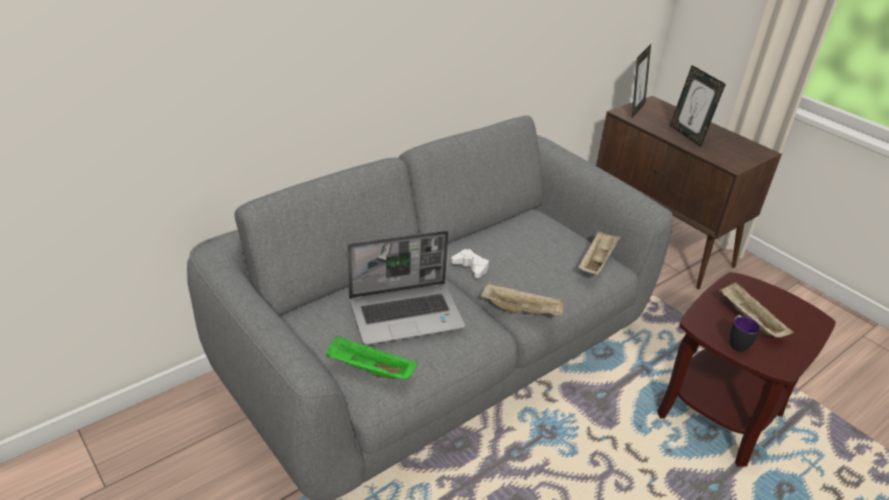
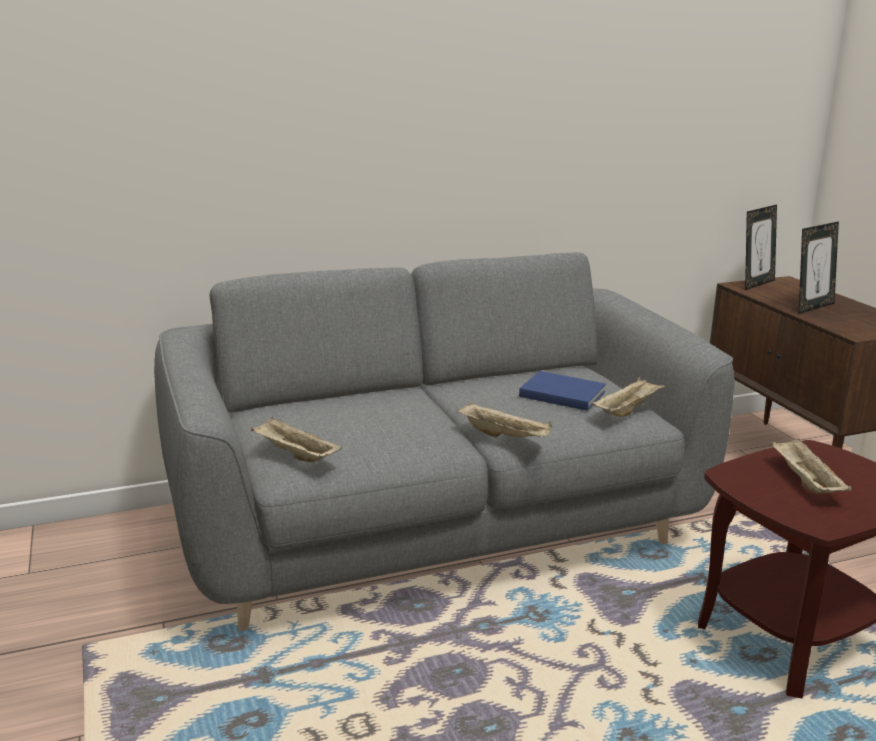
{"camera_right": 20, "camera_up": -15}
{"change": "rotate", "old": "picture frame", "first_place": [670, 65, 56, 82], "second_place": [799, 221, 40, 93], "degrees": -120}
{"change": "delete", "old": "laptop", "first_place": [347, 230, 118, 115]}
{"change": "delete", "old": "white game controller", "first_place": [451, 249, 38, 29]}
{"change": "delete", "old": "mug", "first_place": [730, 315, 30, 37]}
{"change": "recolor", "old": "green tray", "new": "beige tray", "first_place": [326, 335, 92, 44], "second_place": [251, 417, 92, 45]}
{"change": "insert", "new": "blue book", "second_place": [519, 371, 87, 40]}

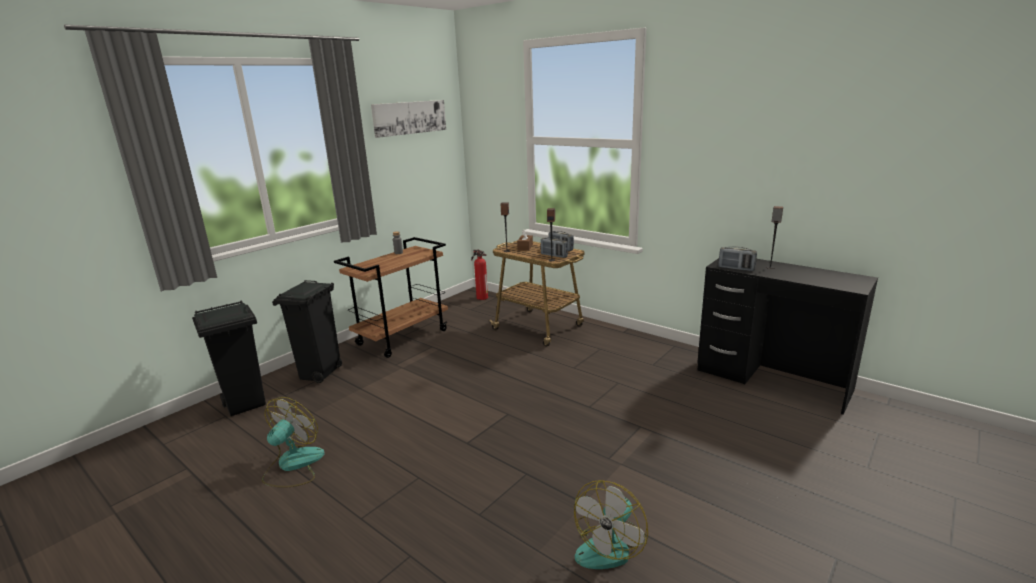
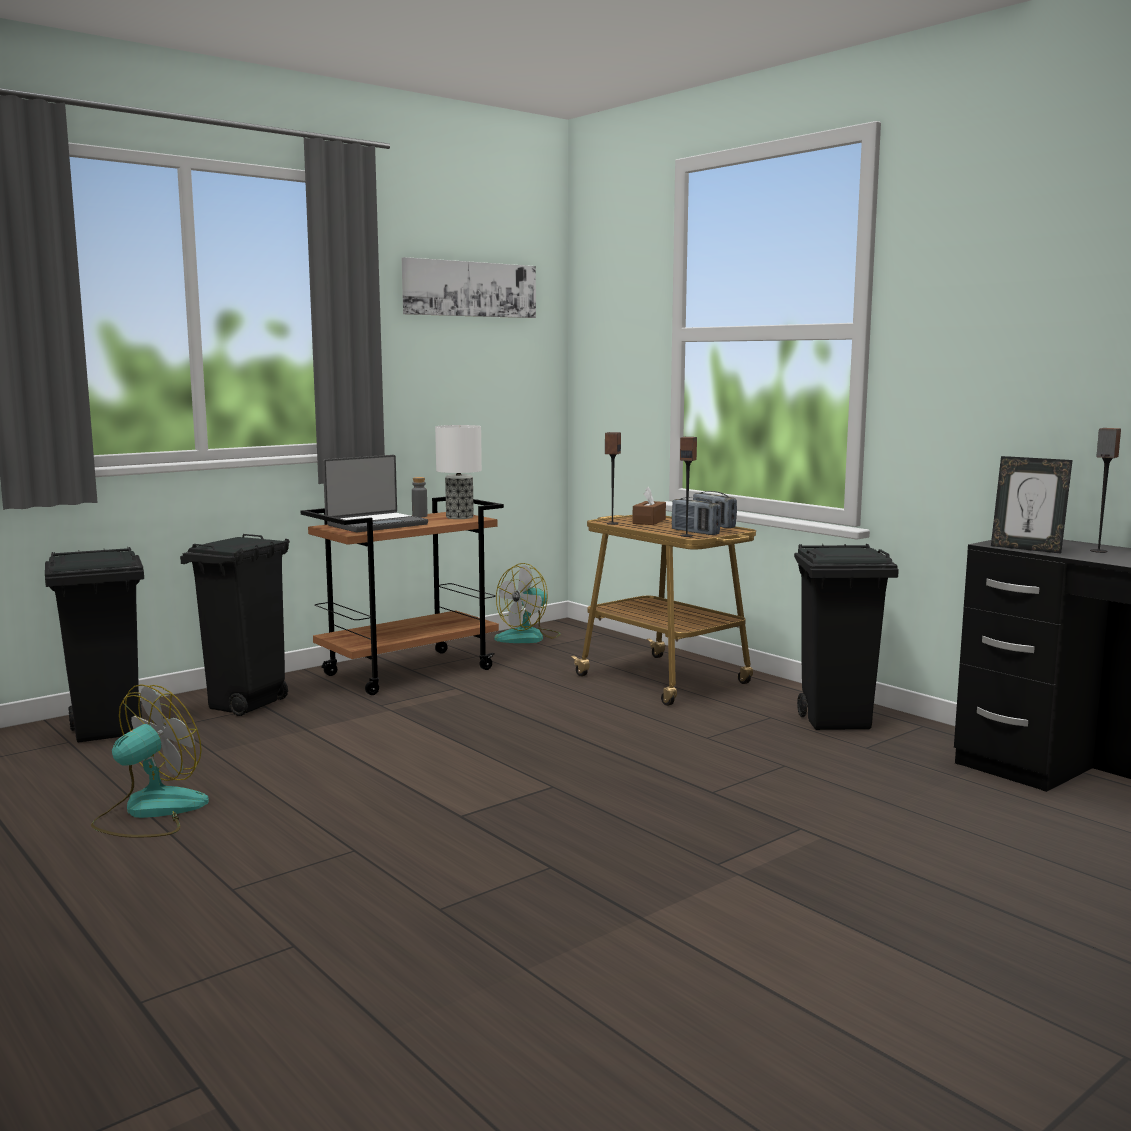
{"camera_right": 10, "camera_up": -10}
{"change": "replace", "old": "radio", "new": "picture frame", "first_place": [718, 247, 39, 24], "second_place": [991, 456, 82, 98]}
{"change": "delete", "old": "fire extinguisher", "first_place": [471, 249, 17, 51]}
{"change": "move", "old": "fan", "first_place": [574, 480, 74, 89], "second_place": [494, 563, 66, 80]}
{"change": "insert", "new": "table lamp", "second_place": [435, 425, 47, 94]}
{"change": "insert", "new": "laptop", "second_place": [323, 455, 105, 77]}
{"change": "insert", "new": "black trash can", "second_place": [794, 544, 105, 186]}

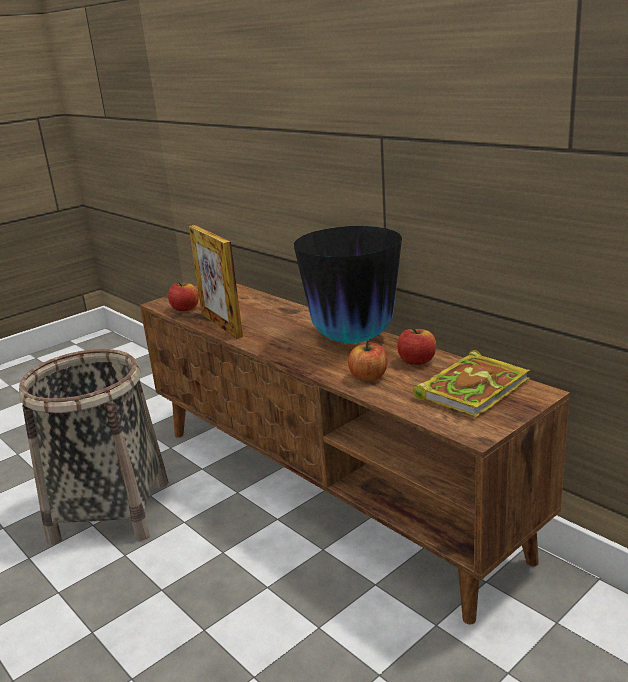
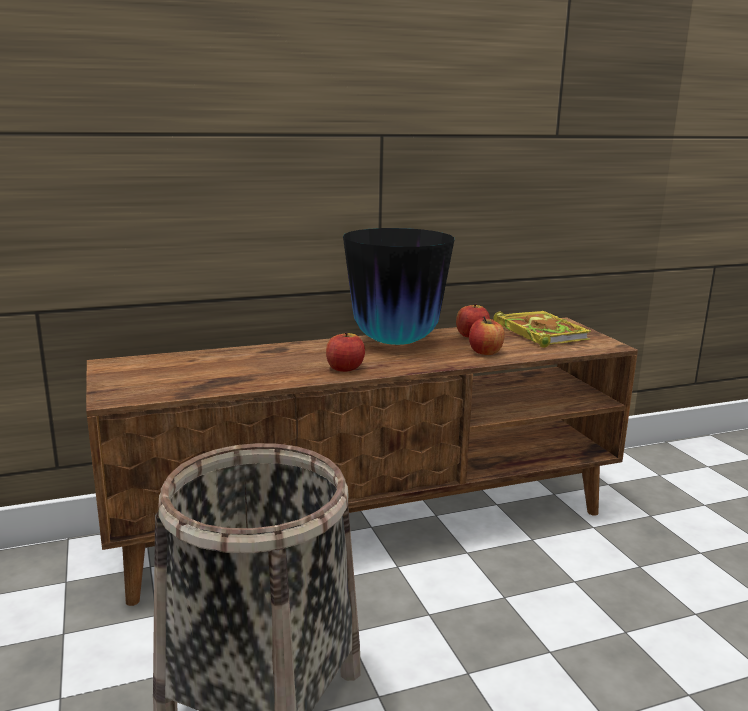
{"camera_right": -70, "camera_up": -5}
{"change": "delete", "old": "picture frame", "first_place": [188, 225, 55, 114]}
{"change": "move", "old": "apple", "first_place": [168, 282, 31, 29], "second_place": [326, 332, 39, 40]}

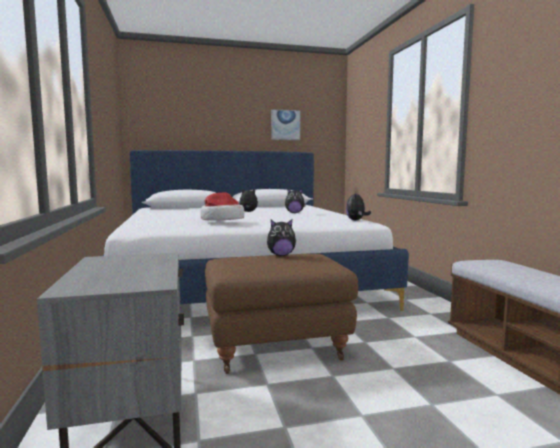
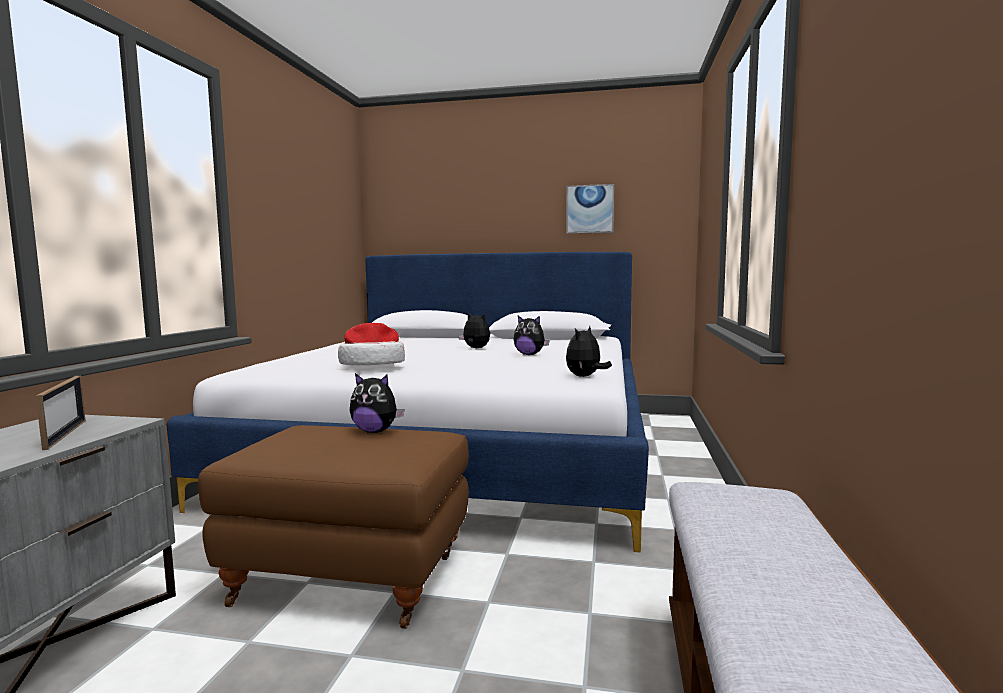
{"camera_right": 25, "camera_up": 0}
{"change": "insert", "new": "picture frame", "second_place": [36, 376, 50, 74]}

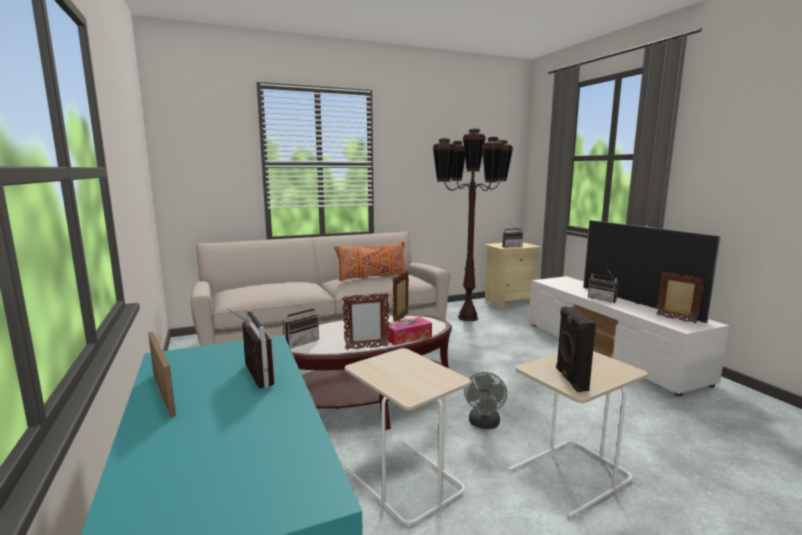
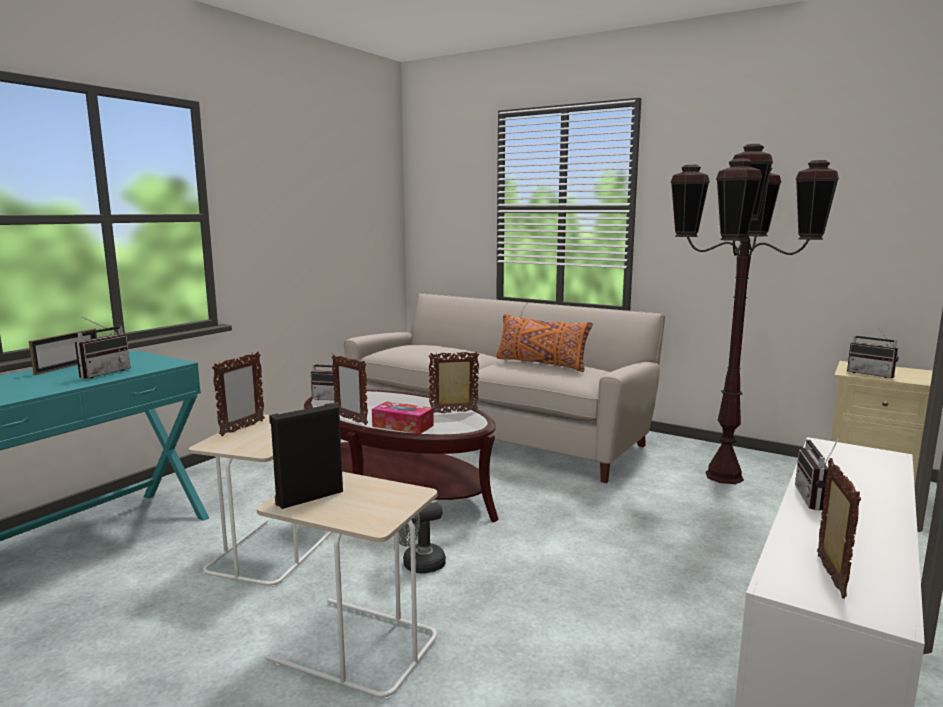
{"camera_right": 55, "camera_up": 0}
{"change": "delete", "old": "television", "first_place": [583, 220, 138, 103]}
{"change": "insert", "new": "picture frame", "second_place": [212, 352, 53, 84]}

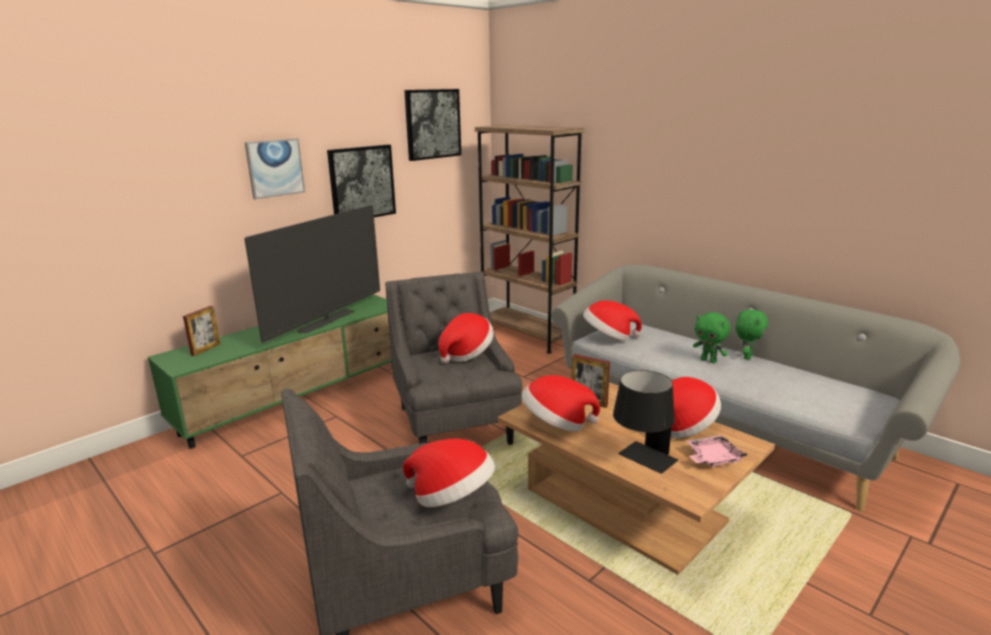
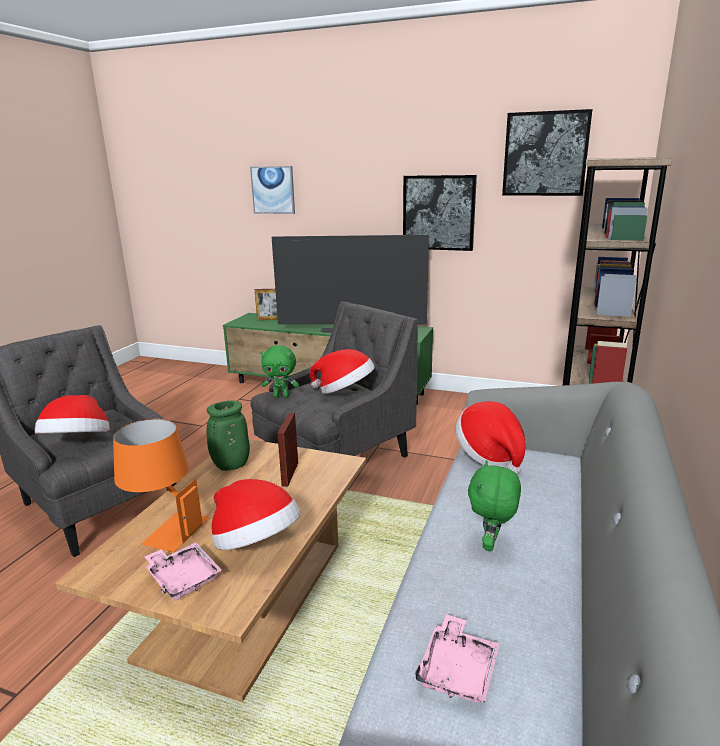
{"camera_right": 65, "camera_up": 0}
{"change": "move", "old": "picture", "first_place": [245, 138, 60, 61], "second_place": [250, 166, 45, 48]}
{"change": "move", "old": "green plush toy", "first_place": [735, 309, 33, 51], "second_place": [261, 345, 38, 53]}
{"change": "recolor", "old": "black table lamp", "new": "orange table lamp", "first_place": [613, 370, 65, 104], "second_place": [113, 419, 97, 133]}
{"change": "replace", "old": "hat", "new": "green vase", "first_place": [522, 375, 78, 56], "second_place": [207, 400, 43, 71]}
{"change": "insert", "new": "pink tray", "second_place": [415, 614, 85, 89]}

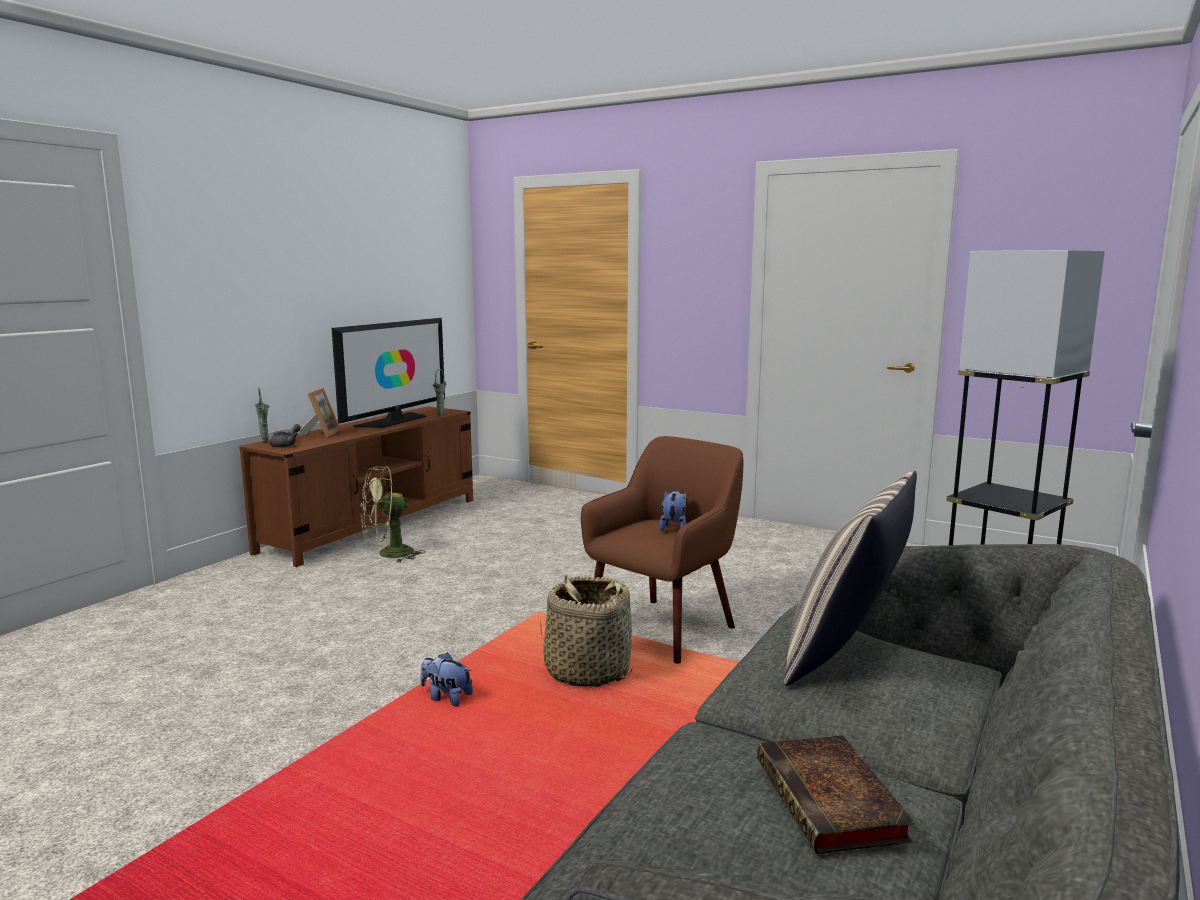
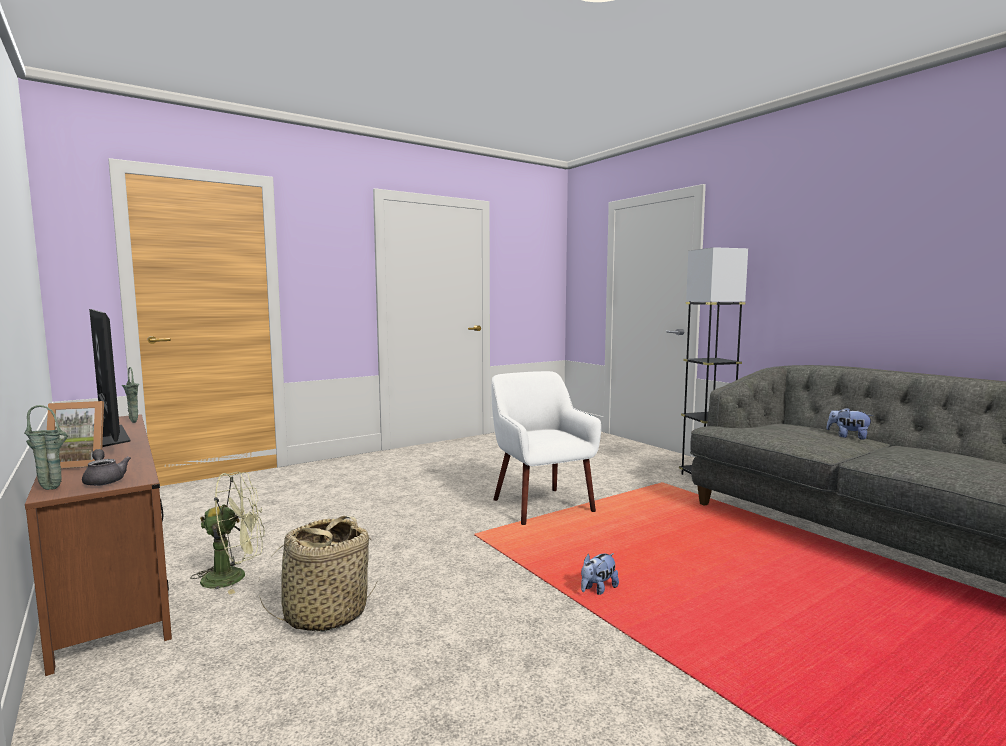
{"camera_right": -65, "camera_up": -5}
{"change": "rotate", "old": "picture frame", "first_place": [299, 388, 42, 49], "second_place": [47, 401, 57, 68], "degrees": 135}
{"change": "recolor", "old": "brown armchair", "new": "white armchair", "first_place": [581, 436, 162, 228], "second_place": [492, 371, 109, 154]}
{"change": "rotate", "old": "green fan", "first_place": [361, 466, 64, 97], "second_place": [190, 472, 75, 123], "degrees": -105}
{"change": "delete", "old": "pillow", "first_place": [784, 470, 133, 216]}
{"change": "move", "old": "plush toy", "first_place": [659, 490, 28, 41], "second_place": [826, 407, 48, 33]}
{"change": "move", "old": "basket", "first_place": [540, 575, 93, 113], "second_place": [259, 516, 117, 116]}
{"change": "delete", "old": "book", "first_place": [757, 735, 158, 119]}

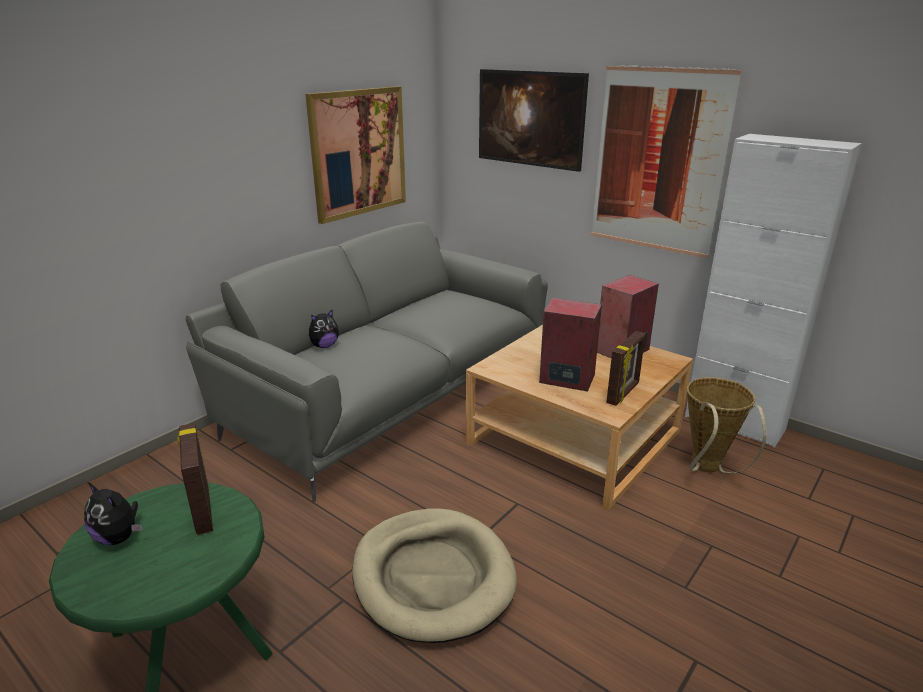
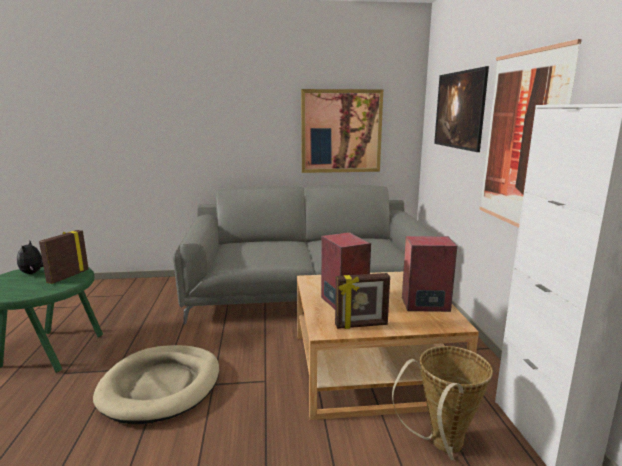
{"camera_right": 45, "camera_up": -10}
{"change": "delete", "old": "plush toy", "first_place": [309, 310, 30, 38]}

